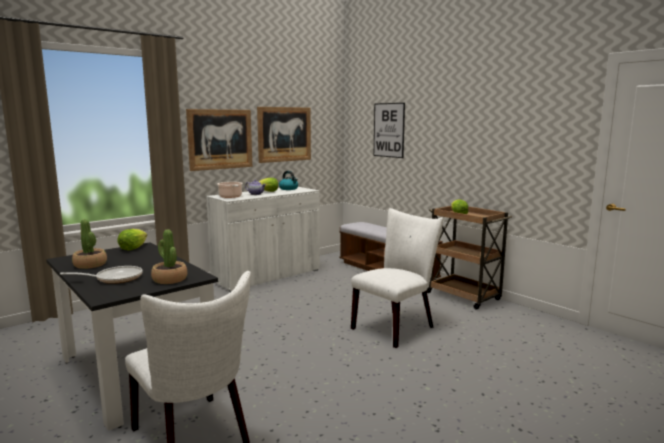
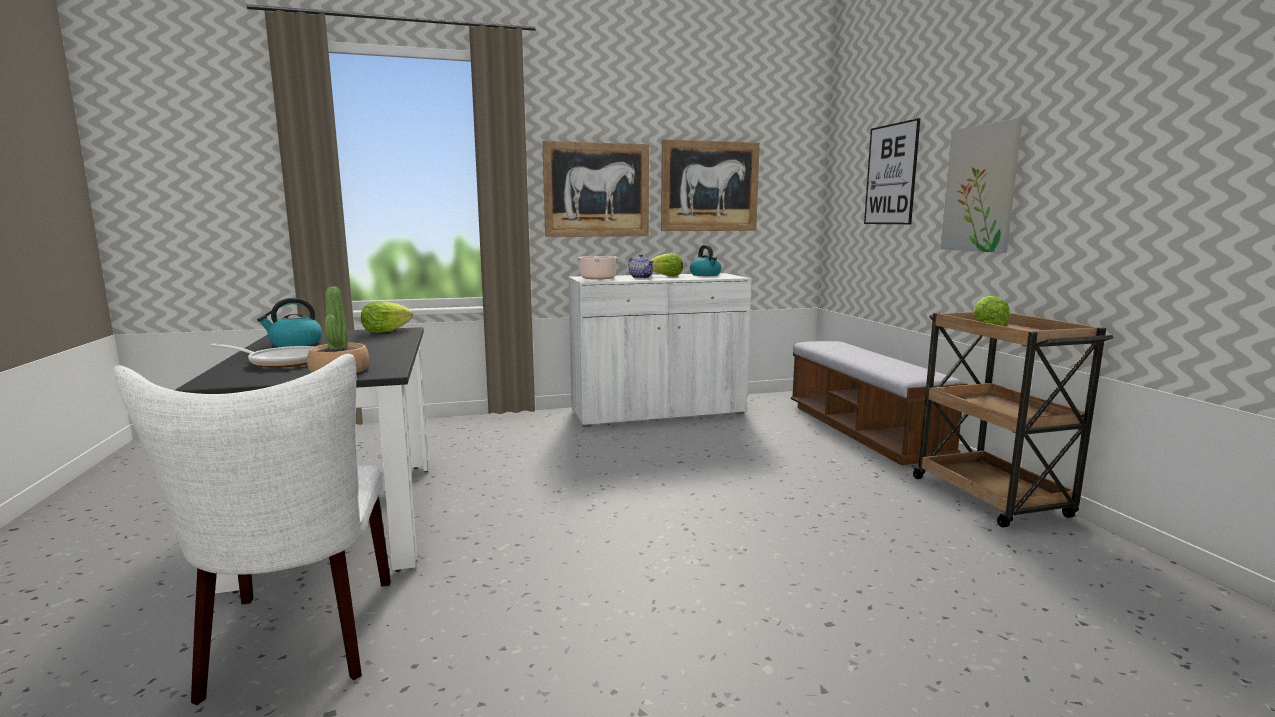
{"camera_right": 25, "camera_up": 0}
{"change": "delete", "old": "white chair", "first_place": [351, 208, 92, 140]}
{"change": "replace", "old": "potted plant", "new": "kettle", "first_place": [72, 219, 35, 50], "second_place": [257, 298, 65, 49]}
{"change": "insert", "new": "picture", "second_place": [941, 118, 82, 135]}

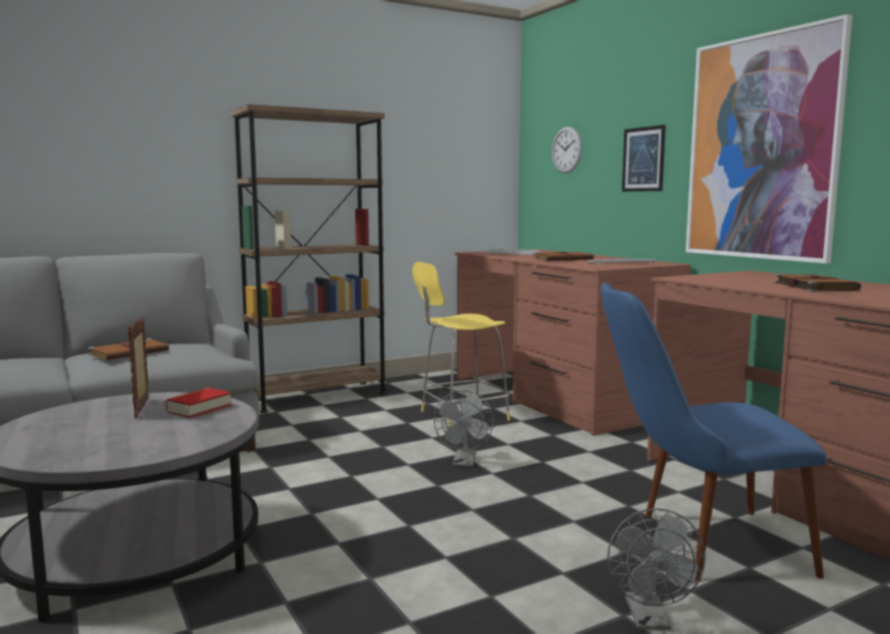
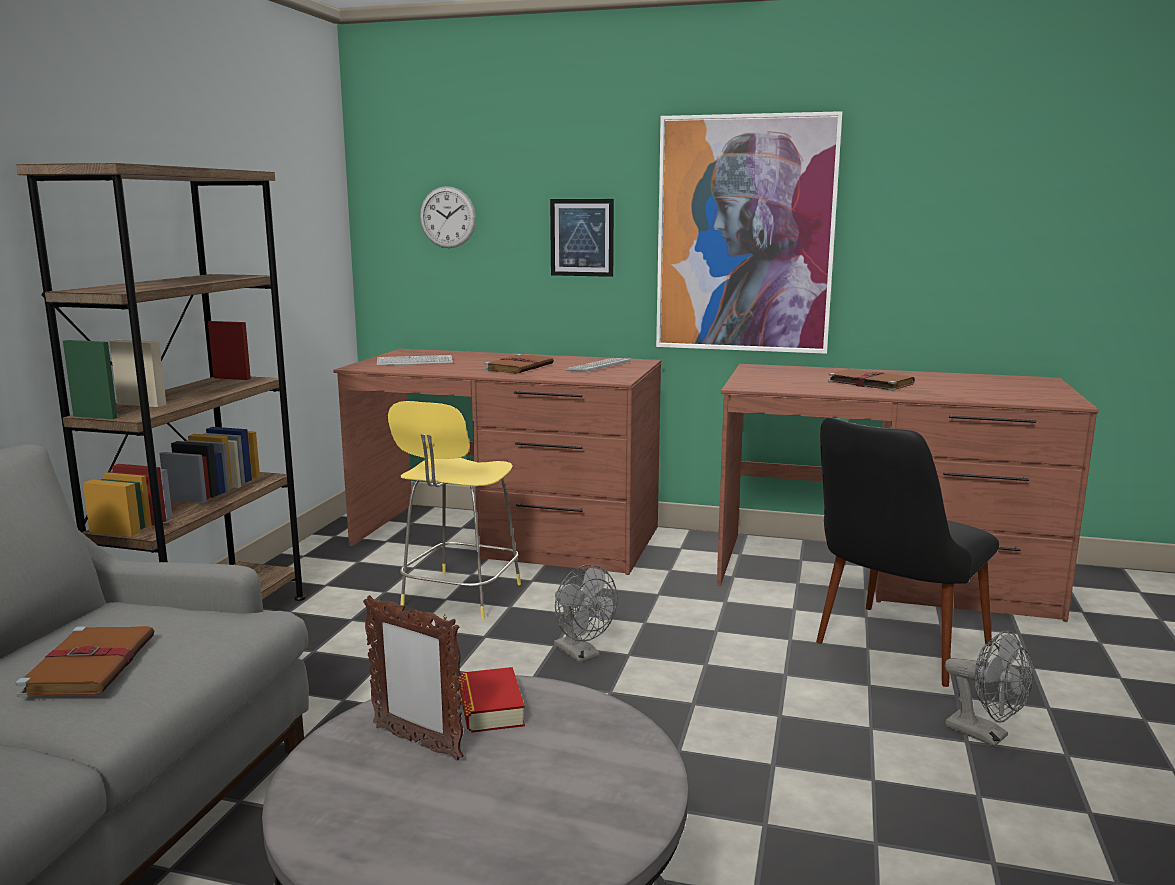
{"camera_right": -45, "camera_up": 5}
{"change": "recolor", "old": "blue chair", "new": "black chair", "first_place": [601, 283, 226, 299], "second_place": [816, 417, 183, 270]}

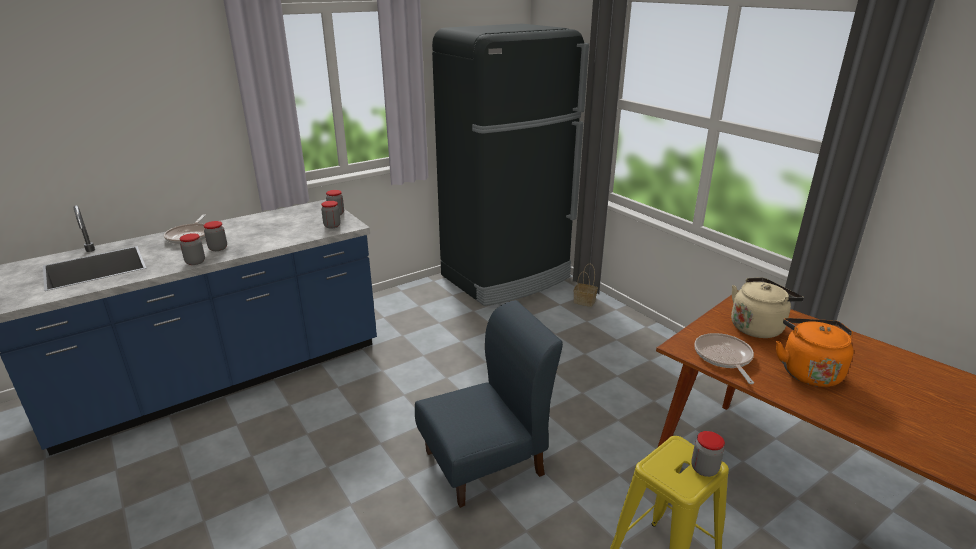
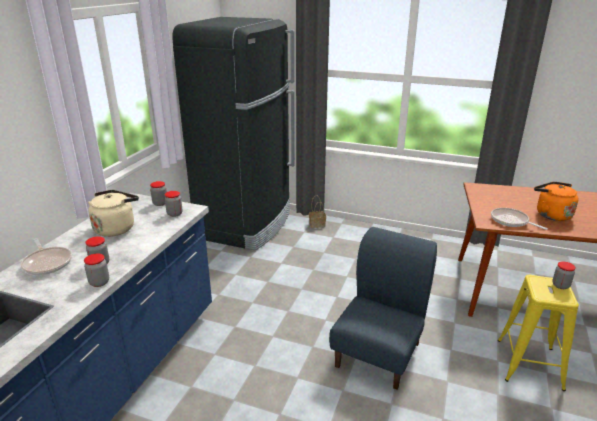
{"camera_right": -35, "camera_up": 0}
{"change": "move", "old": "beige kettle", "first_place": [731, 277, 73, 61], "second_place": [88, 190, 51, 47]}

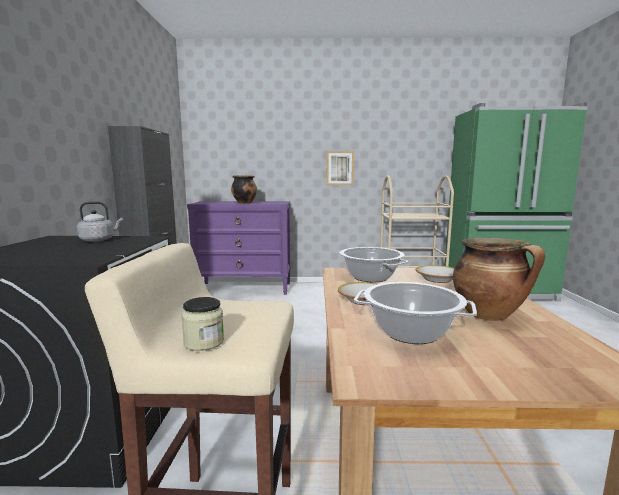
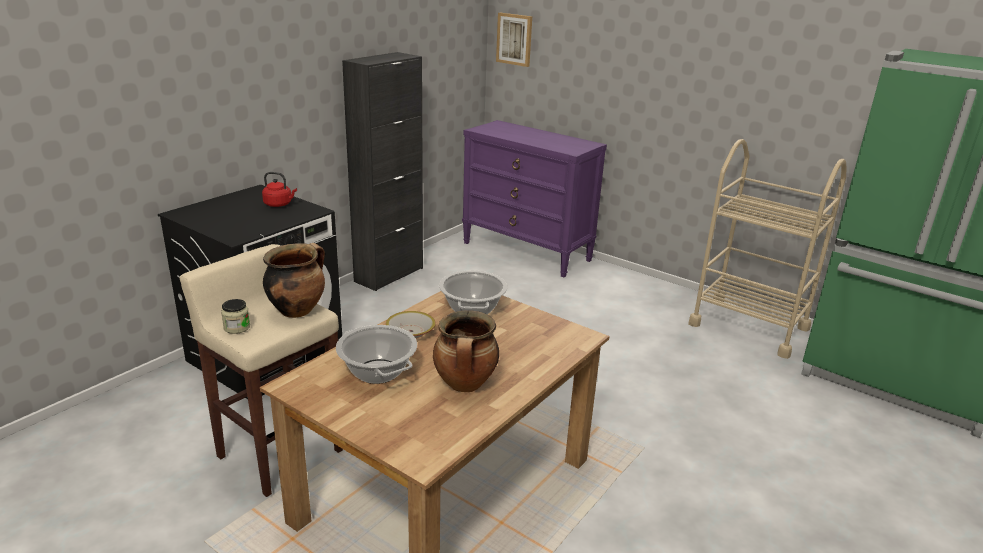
{"camera_right": 35, "camera_up": 15}
{"change": "move", "old": "picture", "first_place": [326, 151, 28, 34], "second_place": [496, 13, 36, 54]}
{"change": "move", "old": "cooking pot", "first_place": [231, 175, 26, 29], "second_place": [263, 243, 62, 75]}
{"change": "recolor", "old": "grey kettle", "new": "red kettle", "first_place": [77, 201, 46, 41], "second_place": [262, 172, 35, 35]}
{"change": "delete", "old": "bowl", "first_place": [416, 265, 38, 18]}

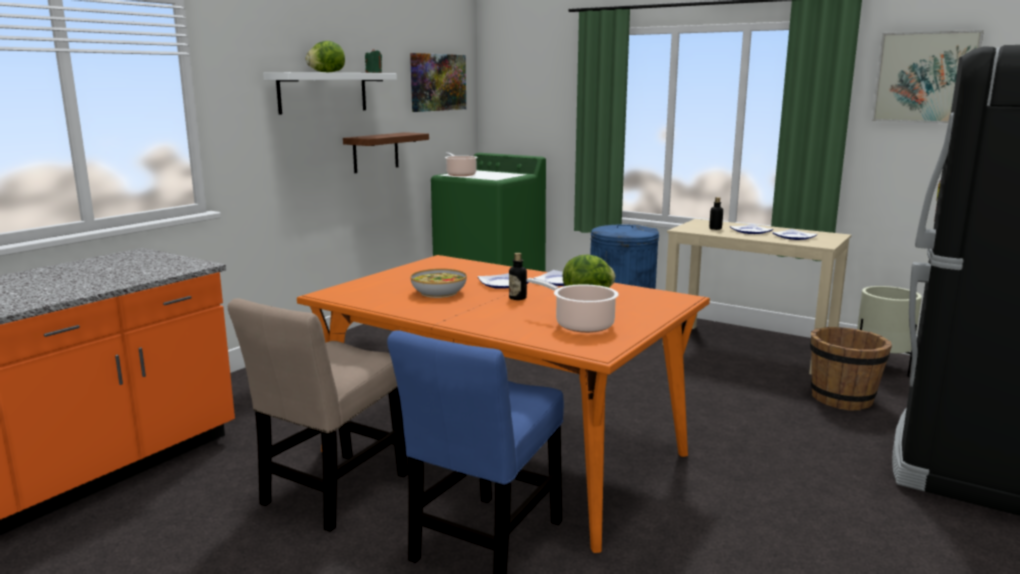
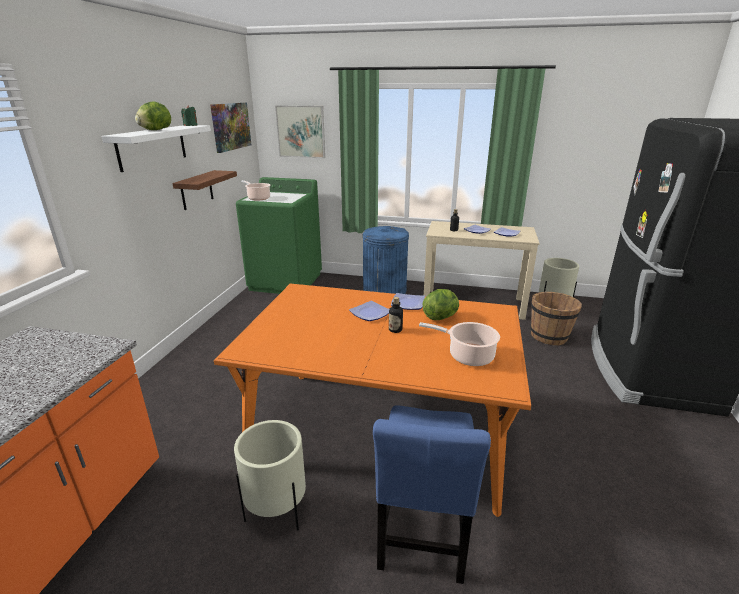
{"camera_right": -20, "camera_up": 10}
{"change": "move", "old": "picture", "first_place": [872, 30, 112, 93], "second_place": [275, 105, 50, 53]}
{"change": "delete", "old": "bowl", "first_place": [410, 269, 57, 29]}
{"change": "replace", "old": "beige chair", "new": "beige planter", "first_place": [228, 298, 180, 234], "second_place": [234, 420, 72, 111]}

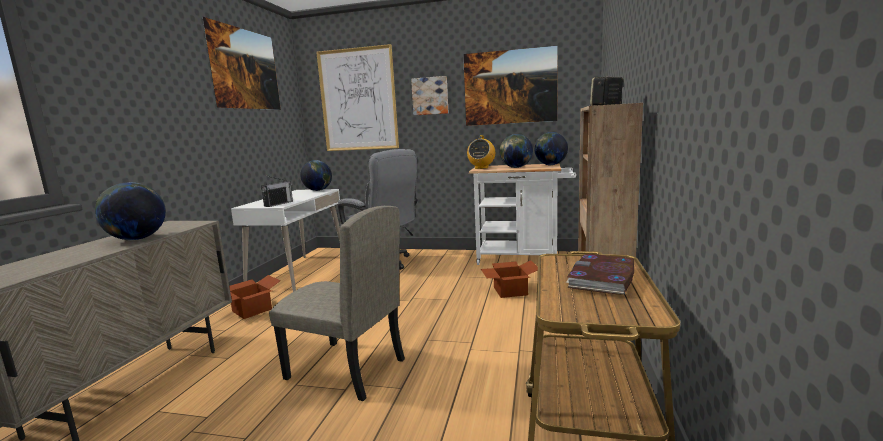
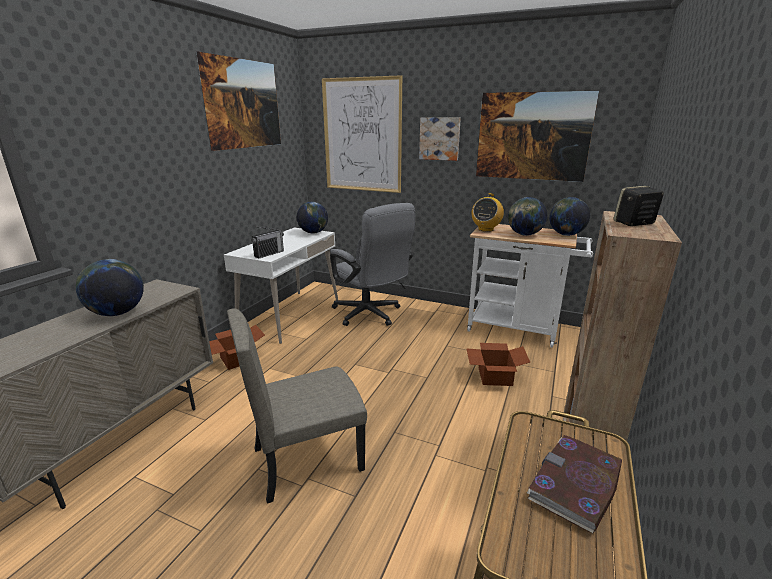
{"camera_right": 10, "camera_up": 10}
{"change": "rotate", "old": "beige chair", "first_place": [269, 206, 136, 195], "second_place": [227, 308, 140, 196], "degrees": 120}

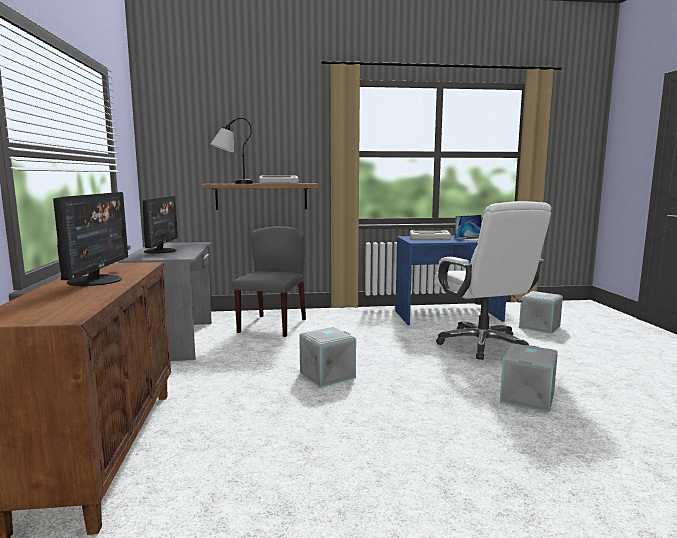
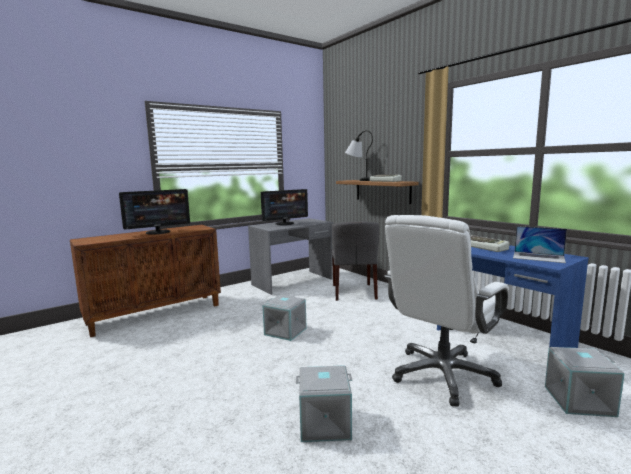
{"camera_right": 60, "camera_up": 0}
{"change": "rotate", "old": "grey chair", "first_place": [232, 226, 74, 111], "second_place": [331, 222, 48, 79], "degrees": 105}

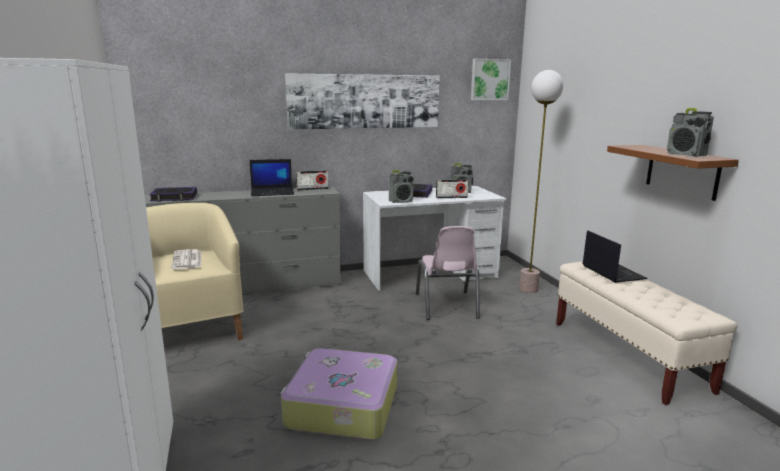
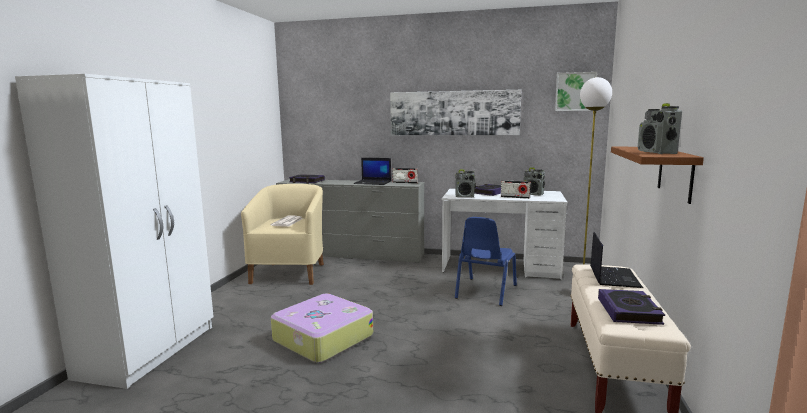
{"camera_right": 30, "camera_up": -5}
{"change": "recolor", "old": "pink chair", "new": "blue chair", "first_place": [416, 226, 64, 94], "second_place": [455, 217, 62, 89]}
{"change": "insert", "new": "book", "second_place": [598, 289, 67, 36]}

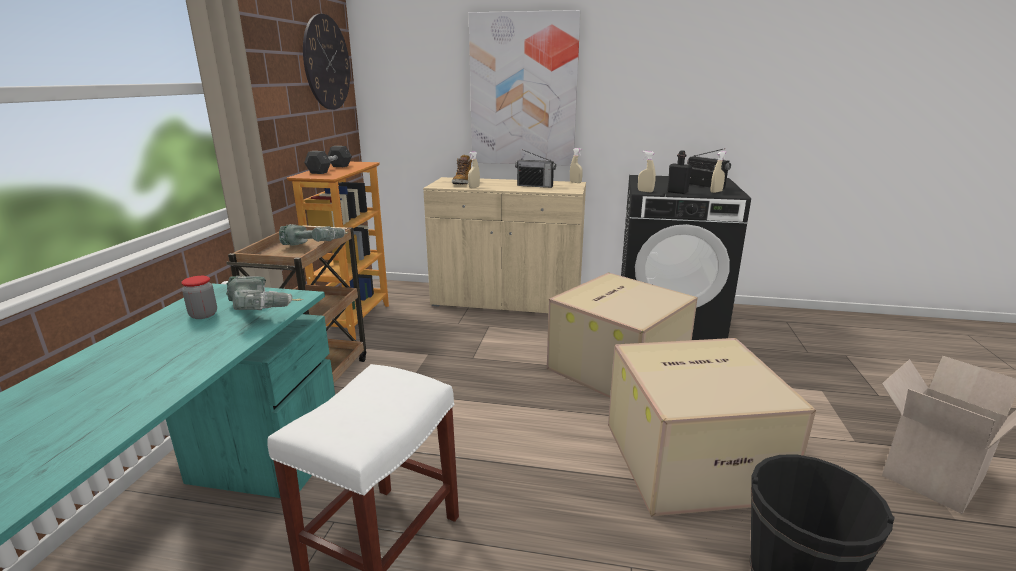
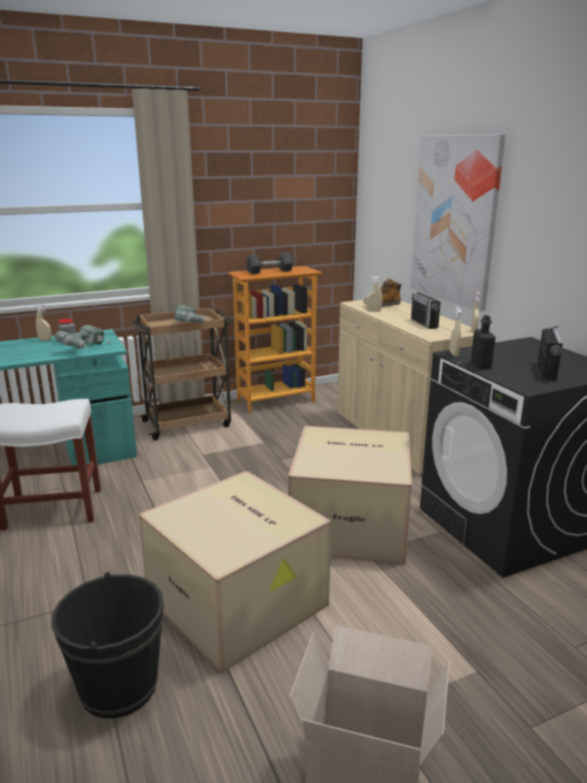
{"camera_right": 55, "camera_up": 0}
{"change": "delete", "old": "wall clock", "first_place": [303, 14, 47, 96]}
{"change": "move", "old": "beige spray bottle", "first_place": [711, 151, 16, 42], "second_place": [35, 304, 17, 37]}

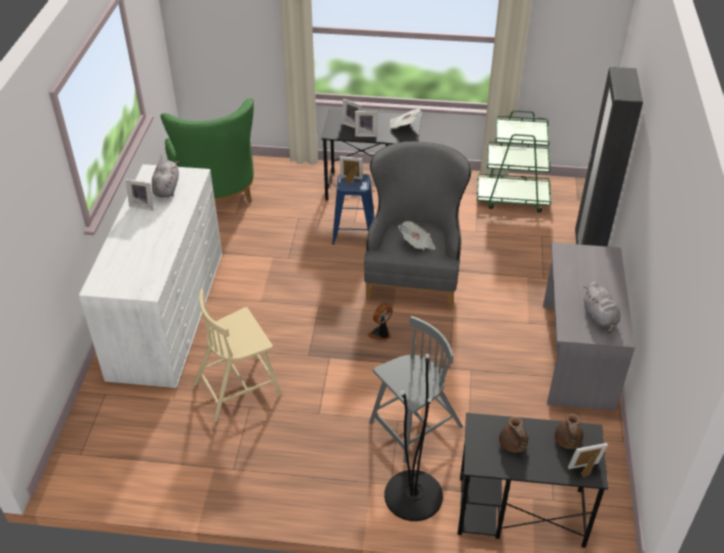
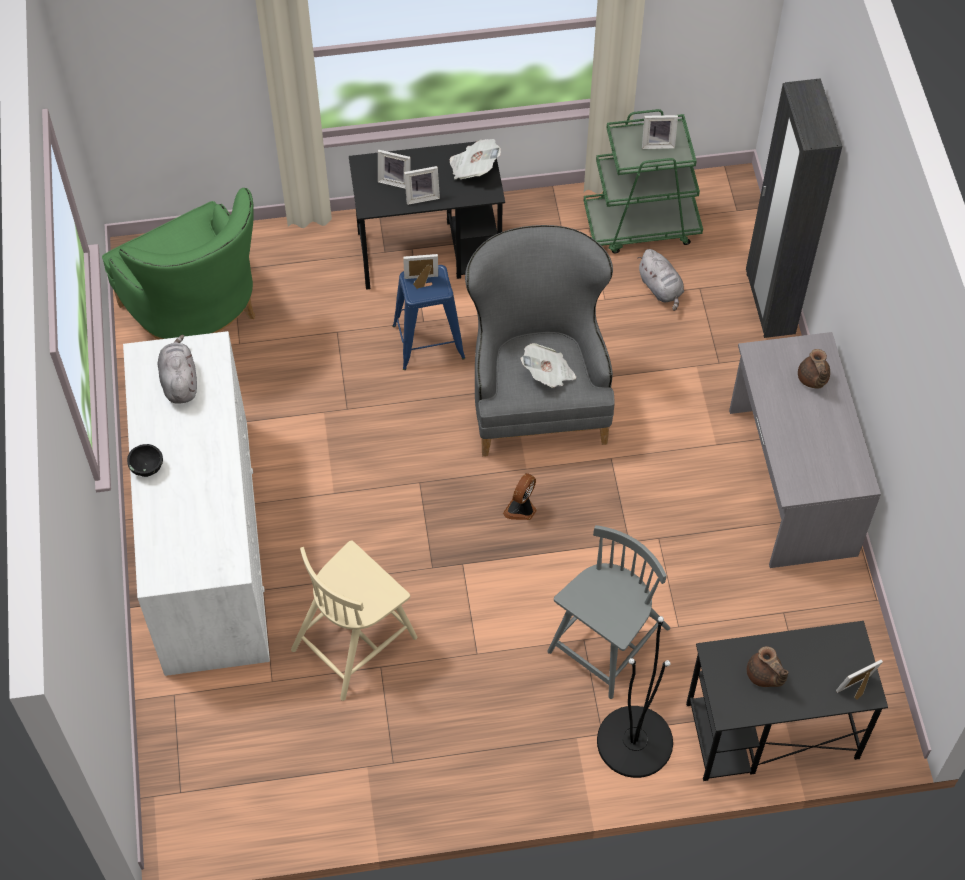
{"camera_right": -15, "camera_up": 15}
{"change": "move", "old": "picture frame", "first_place": [126, 179, 27, 32], "second_place": [642, 115, 36, 34]}
{"change": "move", "old": "grey plush toy", "first_place": [584, 281, 36, 53], "second_place": [637, 249, 47, 62]}
{"change": "move", "old": "brown teapot", "first_place": [555, 414, 28, 35], "second_place": [798, 349, 32, 40]}
{"change": "insert", "new": "black bowl", "second_place": [127, 444, 36, 33]}

